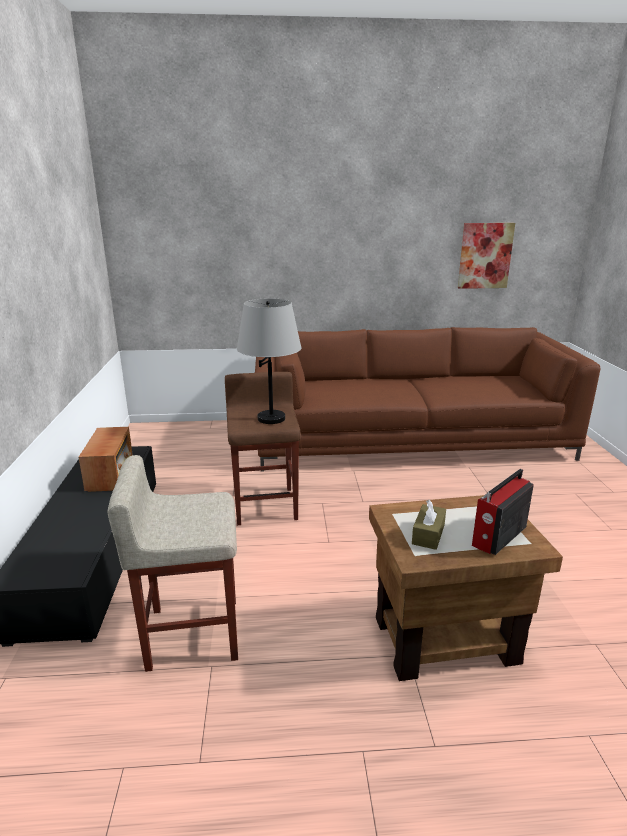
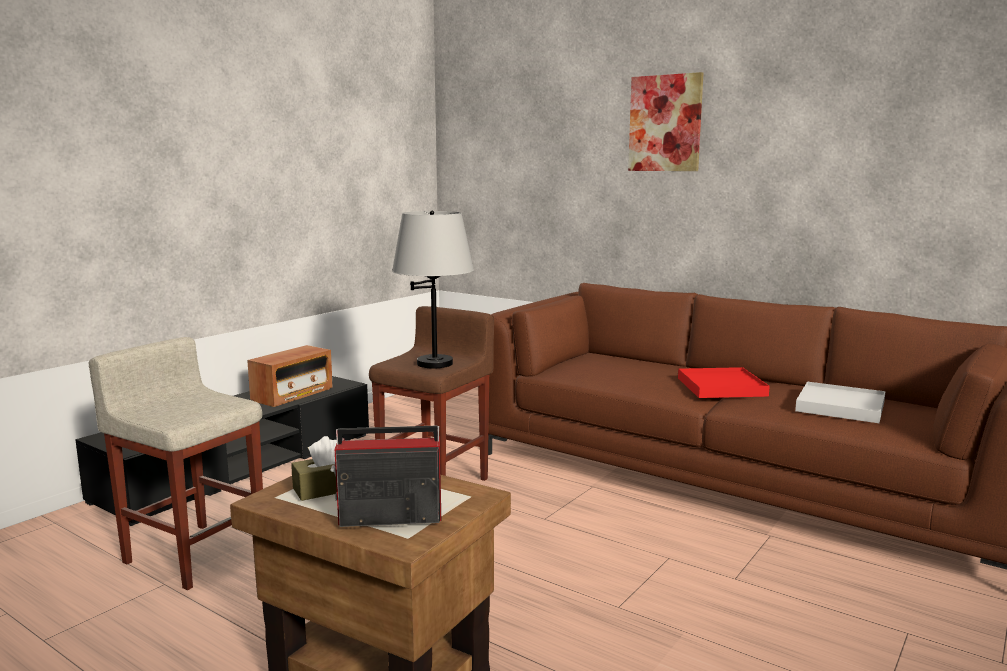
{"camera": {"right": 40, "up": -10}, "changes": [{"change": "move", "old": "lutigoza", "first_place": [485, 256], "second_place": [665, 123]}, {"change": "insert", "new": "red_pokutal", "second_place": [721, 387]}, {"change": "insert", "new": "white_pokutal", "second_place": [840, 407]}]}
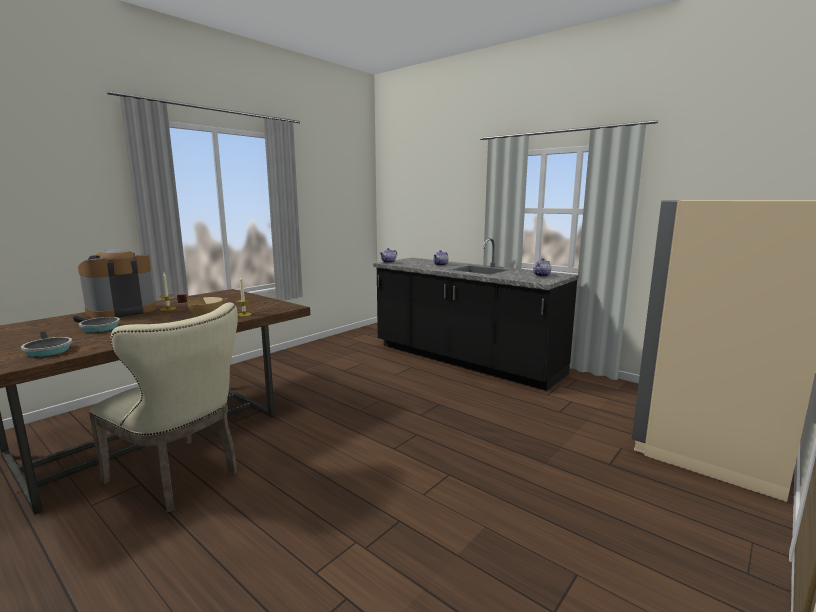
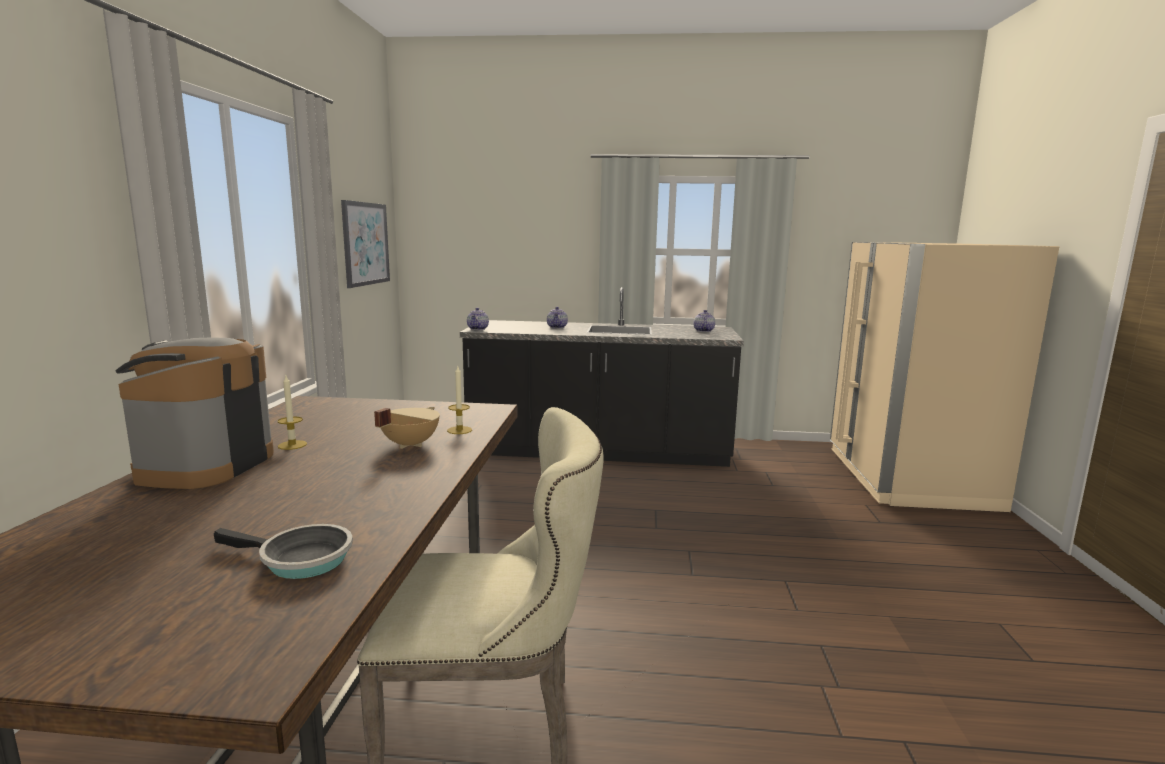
{"camera": {"right": -35, "up": 0}, "changes": [{"change": "delete", "old": "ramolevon", "first_place": [98, 328]}, {"change": "insert", "new": "lutigoza", "second_place": [365, 243]}]}
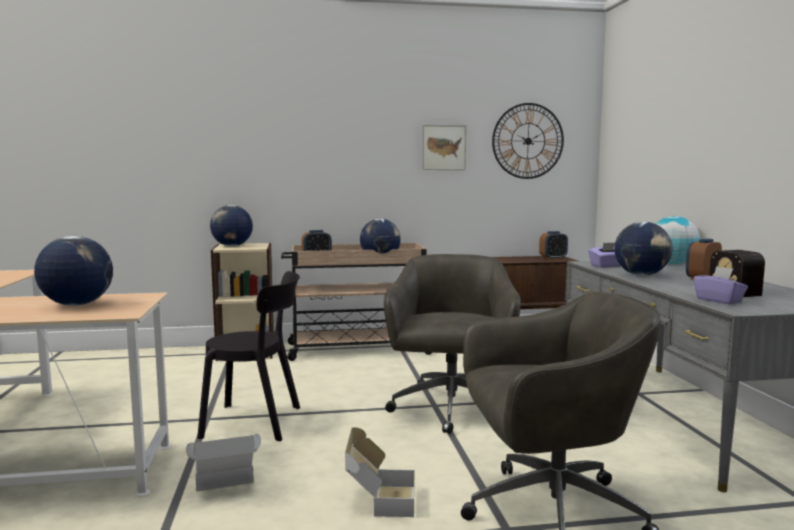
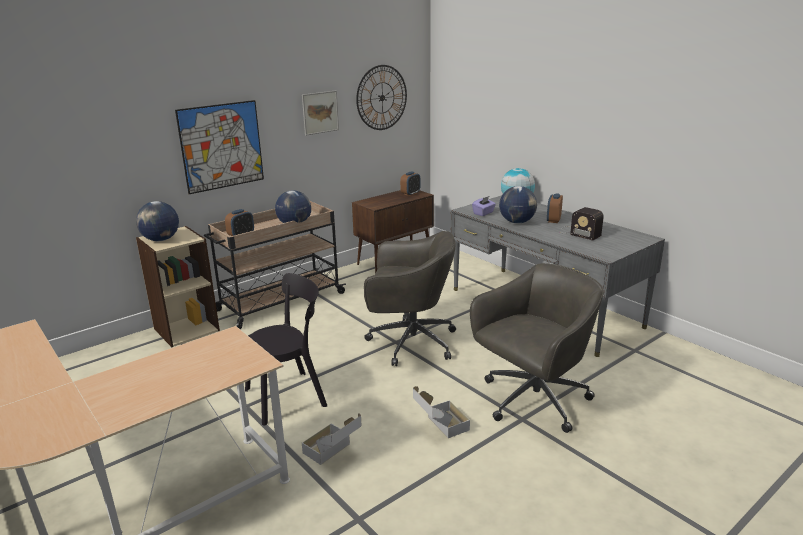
{"camera": {"right": -30, "up": 15}, "changes": [{"change": "delete", "old": "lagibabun", "first_place": [77, 304]}, {"change": "rotate", "old": "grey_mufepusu", "first_place": [451, 409], "second_place": [409, 342], "degrees": 120}, {"change": "delete", "old": "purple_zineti", "first_place": [719, 300]}, {"change": "insert", "new": "lutigoza", "second_place": [221, 146]}]}
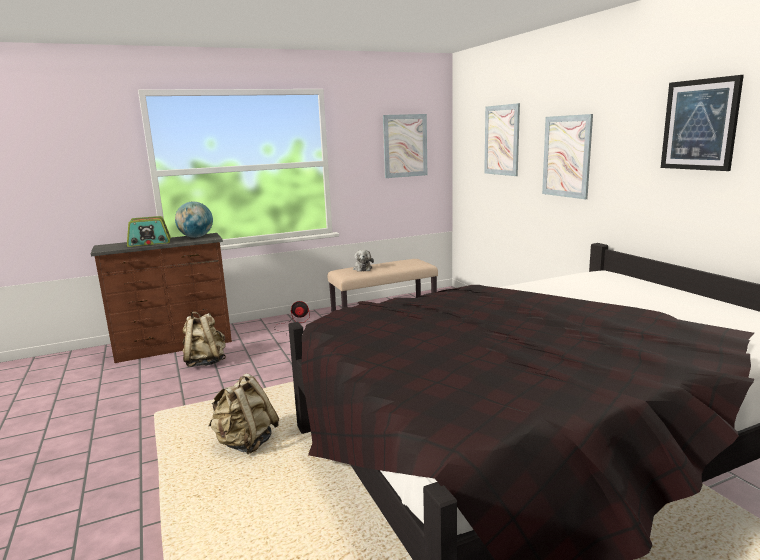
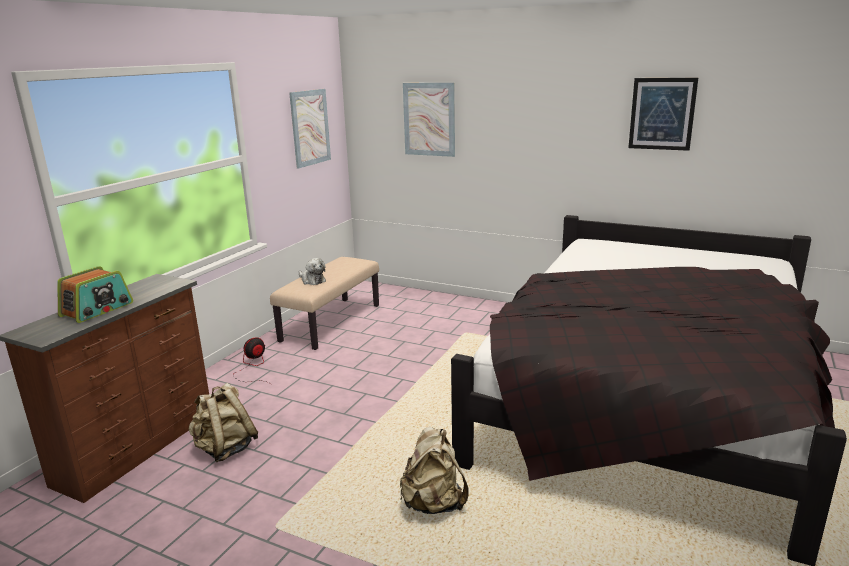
{"camera": {"right": -40, "up": 5}, "changes": [{"change": "delete", "old": "lagibabun", "first_place": [196, 237]}, {"change": "delete", "old": "lutigoza", "first_place": [566, 156]}]}
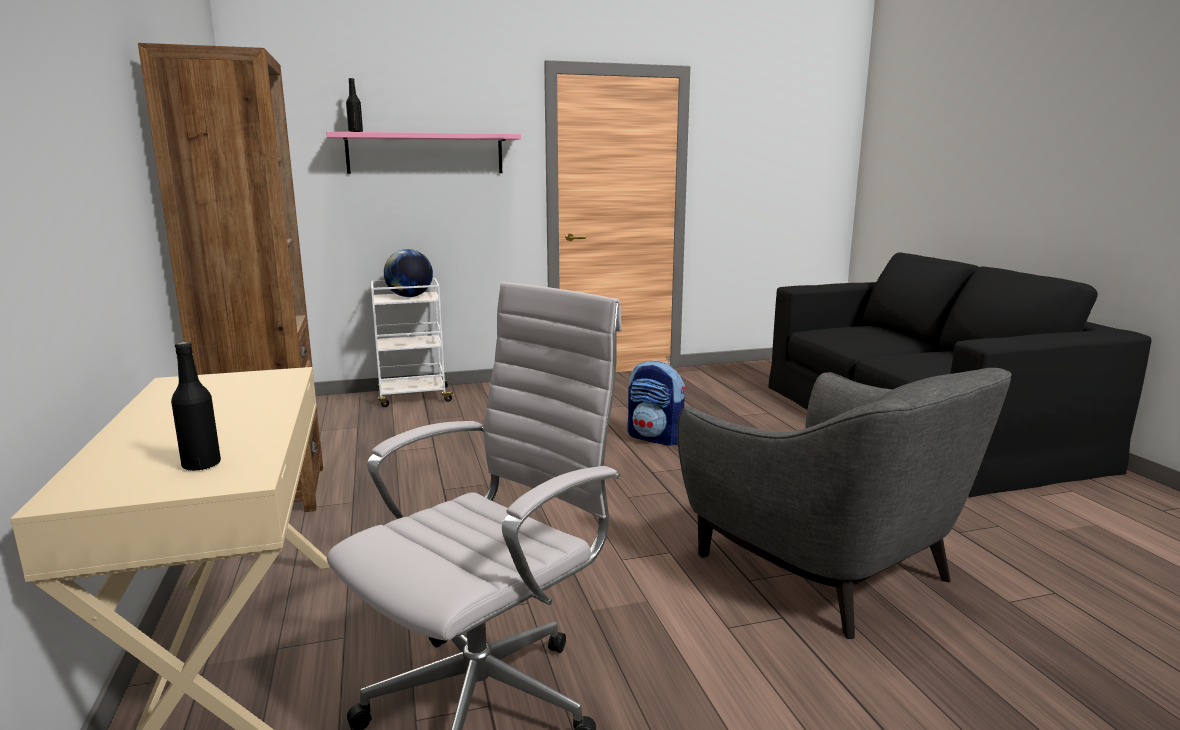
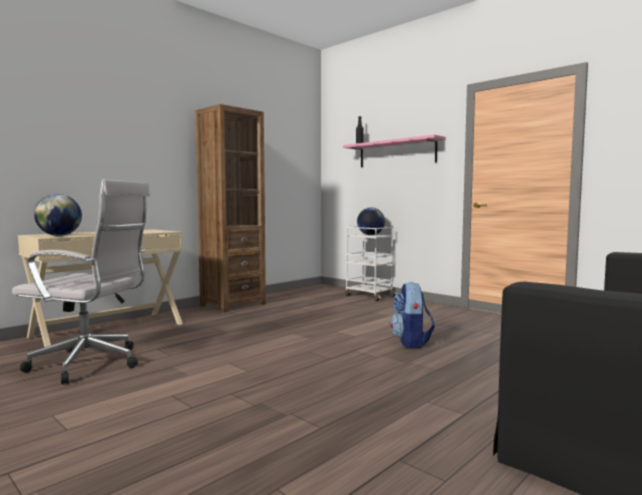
{"camera": {"right": 60, "up": -10}, "changes": [{"change": "replace", "old": "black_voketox", "new": "lagibabun", "first_place": [201, 465], "second_place": [59, 235]}, {"change": "delete", "old": "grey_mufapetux", "first_place": [825, 567]}]}
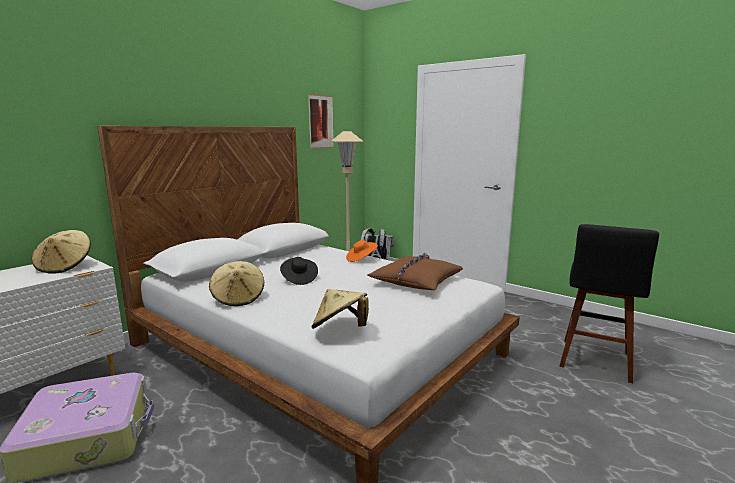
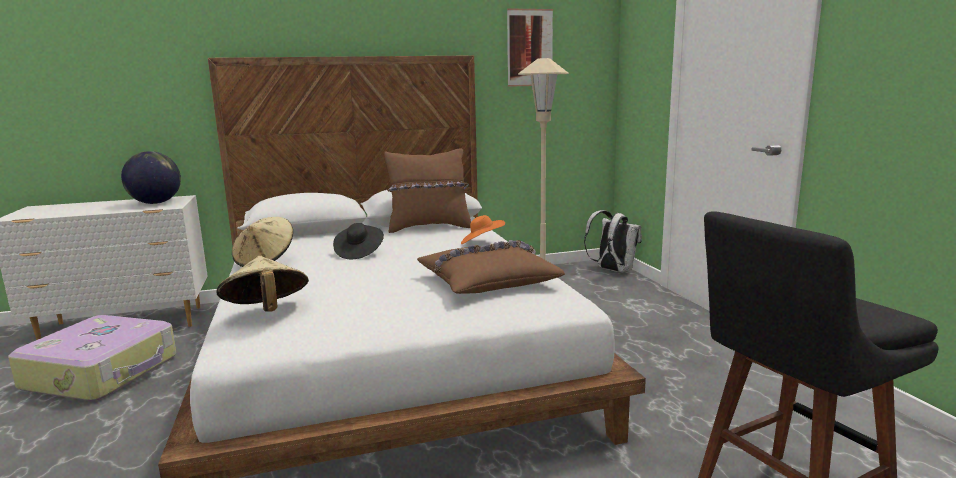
{"camera": {"right": 35, "up": 0}, "changes": [{"change": "replace", "old": "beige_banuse", "new": "lagibabun", "first_place": [65, 267], "second_place": [155, 203]}, {"change": "insert", "new": "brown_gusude", "second_place": [429, 227]}]}
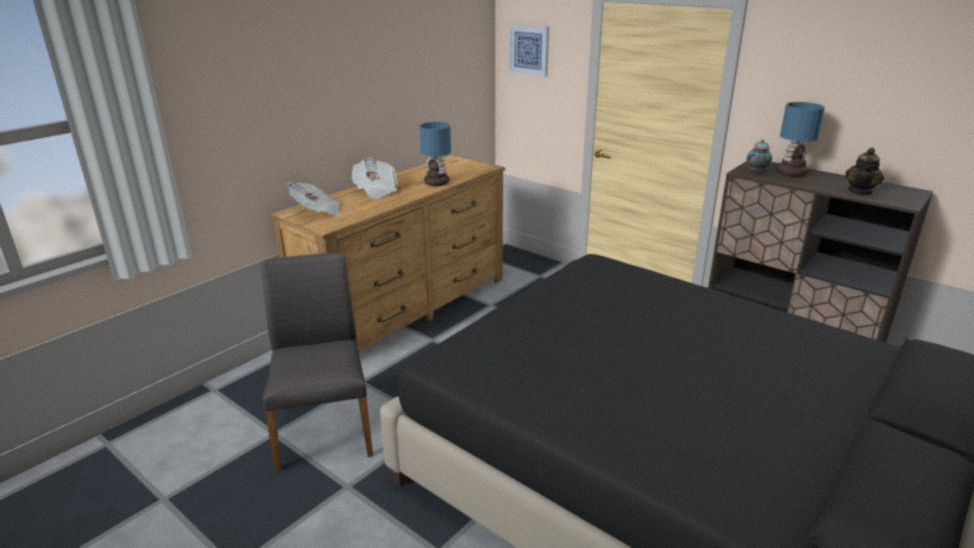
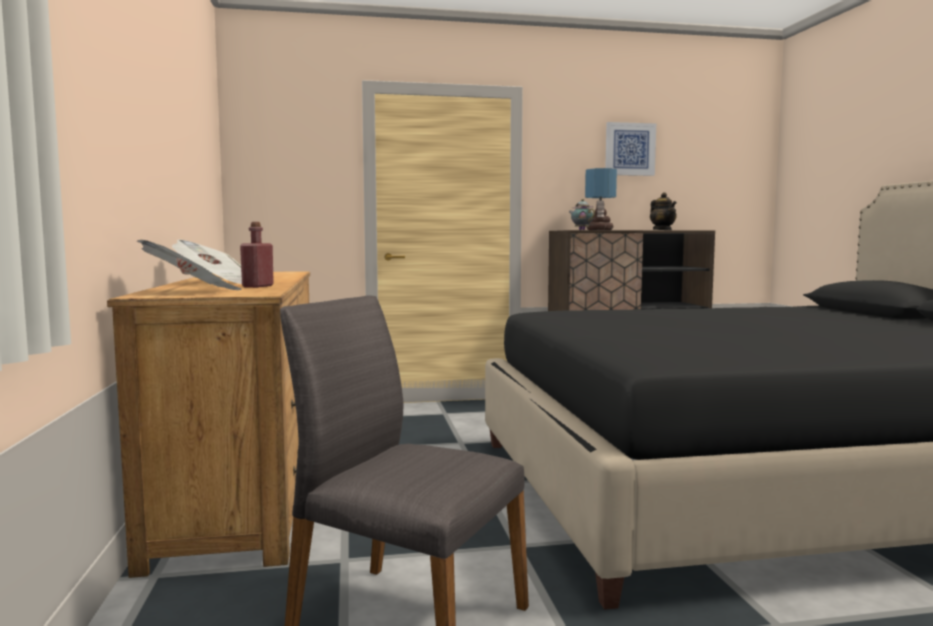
{"camera": {"right": -50, "up": -20}, "changes": [{"change": "delete", "old": "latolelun", "first_place": [437, 183]}, {"change": "move", "old": "lutigoza", "first_place": [529, 50], "second_place": [630, 149]}, {"change": "insert", "new": "red_voketox", "second_place": [258, 286]}]}
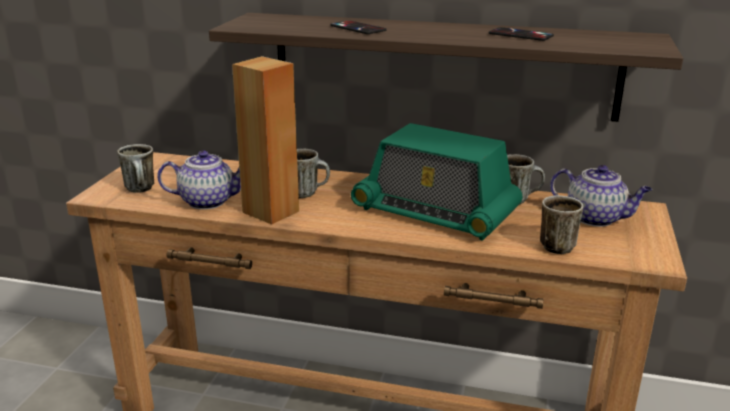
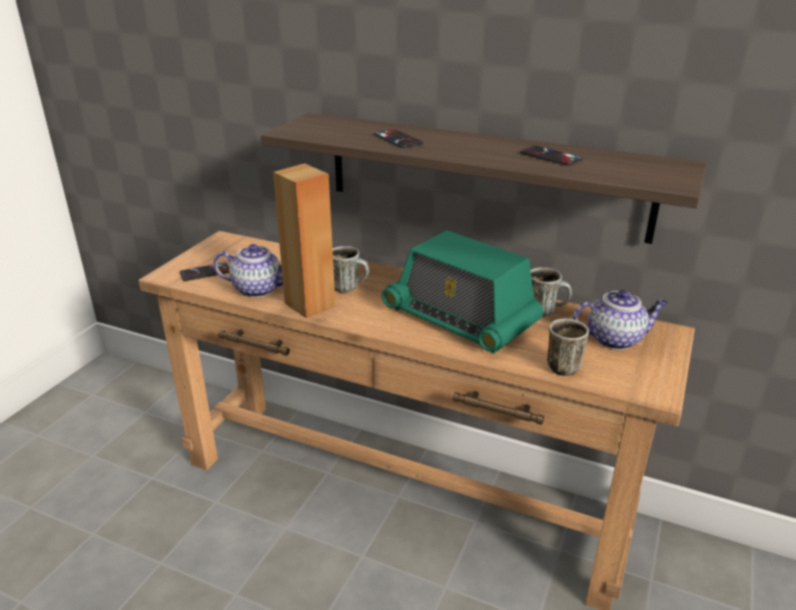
{"camera": {"right": 10, "up": 5}, "changes": [{"change": "replace", "old": "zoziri", "new": "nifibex", "first_place": [142, 190], "second_place": [205, 272]}, {"change": "rotate", "old": "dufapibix", "first_place": [596, 218], "second_place": [615, 339], "degrees": -45}]}
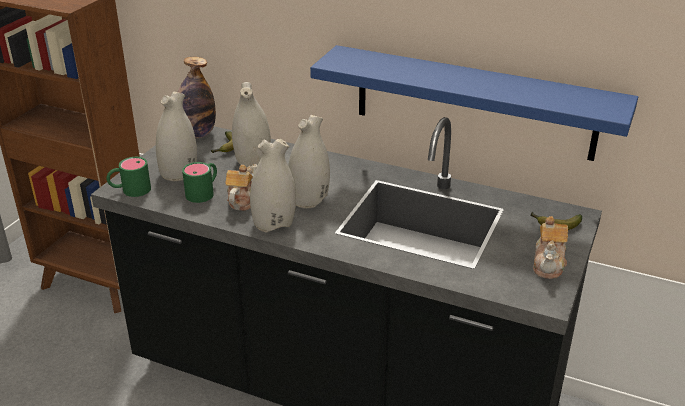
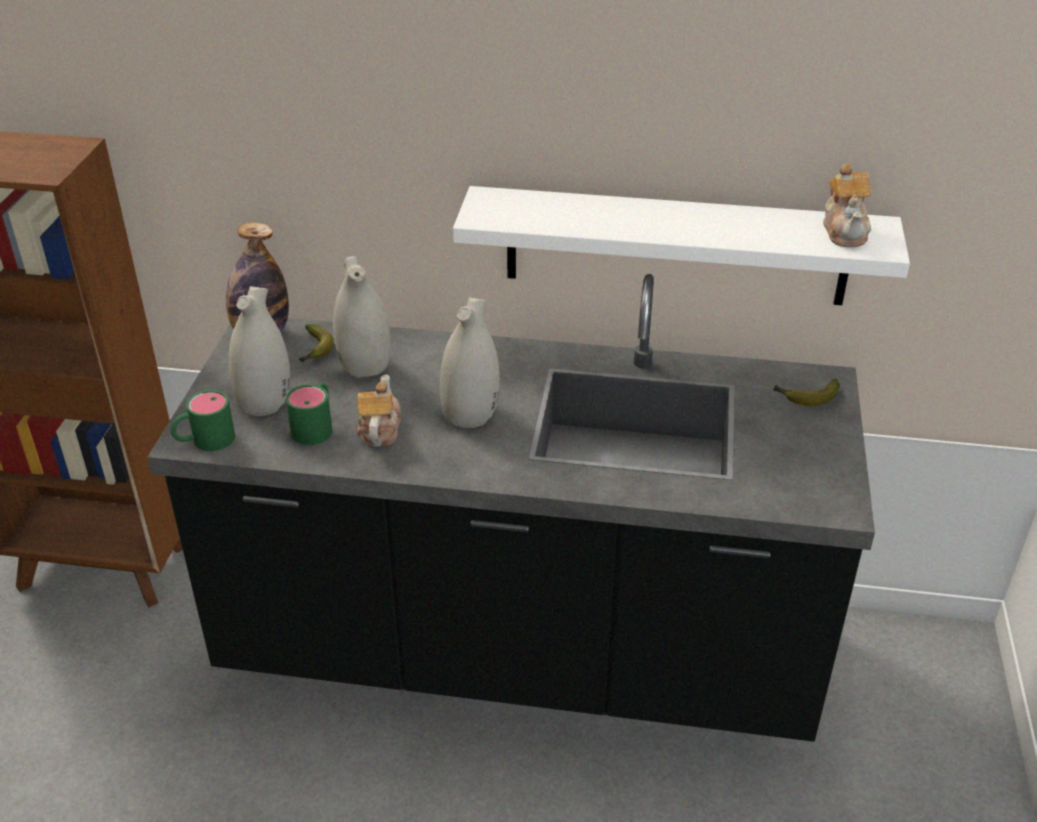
{"camera": {"right": -15, "up": 5}, "changes": [{"change": "delete", "old": "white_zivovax", "first_place": [274, 223]}, {"change": "recolor", "old": "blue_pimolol", "new": "white_pimolol", "first_place": [474, 103], "second_place": [676, 246]}, {"change": "move", "old": "dufapibix", "first_place": [549, 264], "second_place": [845, 231]}]}
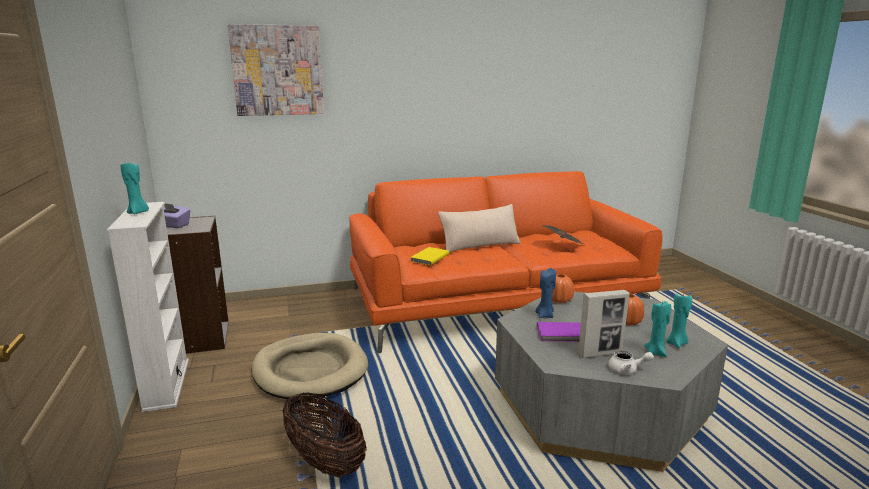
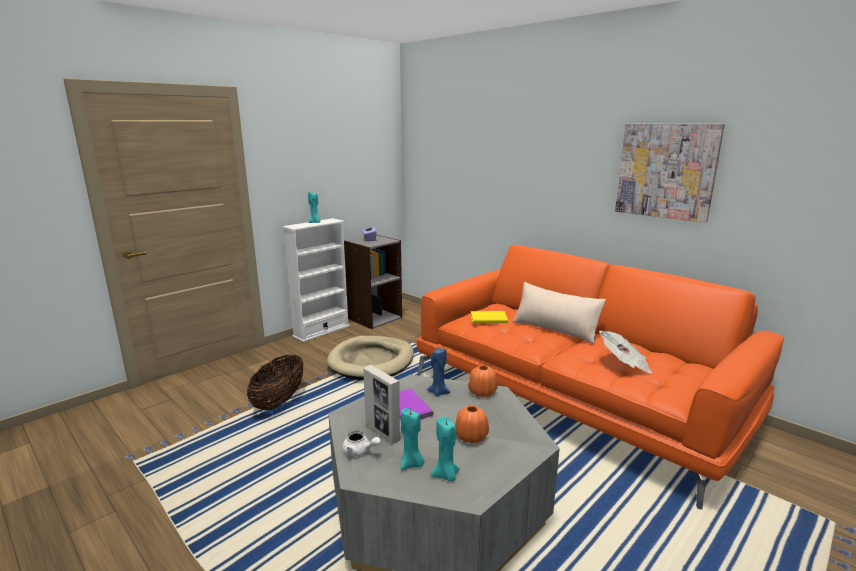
{"camera": {"right": 60, "up": 0}, "changes": [{"change": "move", "old": "lutigoza", "first_place": [277, 70], "second_place": [666, 171]}, {"change": "rotate", "old": "white_dufapibix", "first_place": [627, 370], "second_place": [360, 451], "degrees": -45}]}
